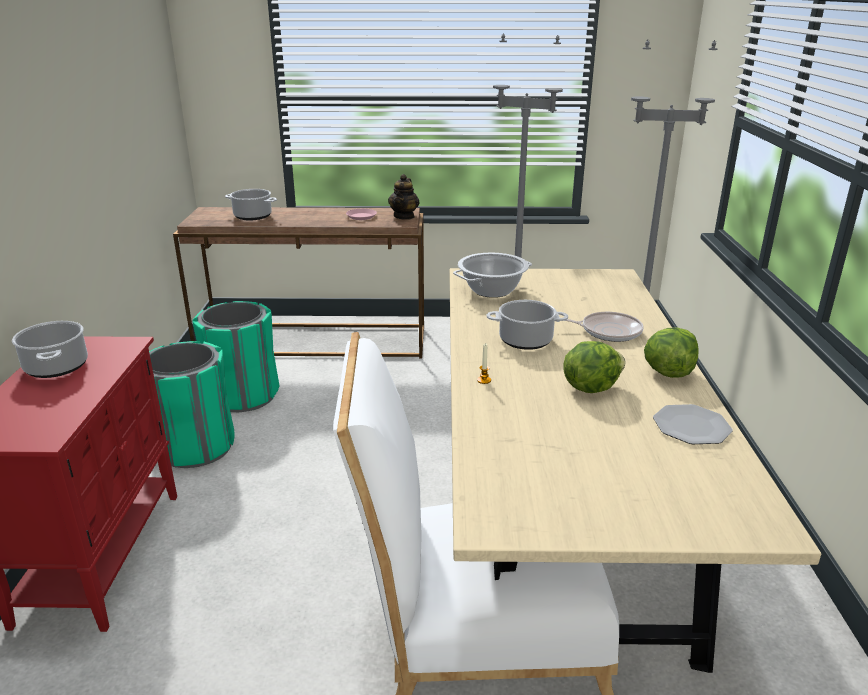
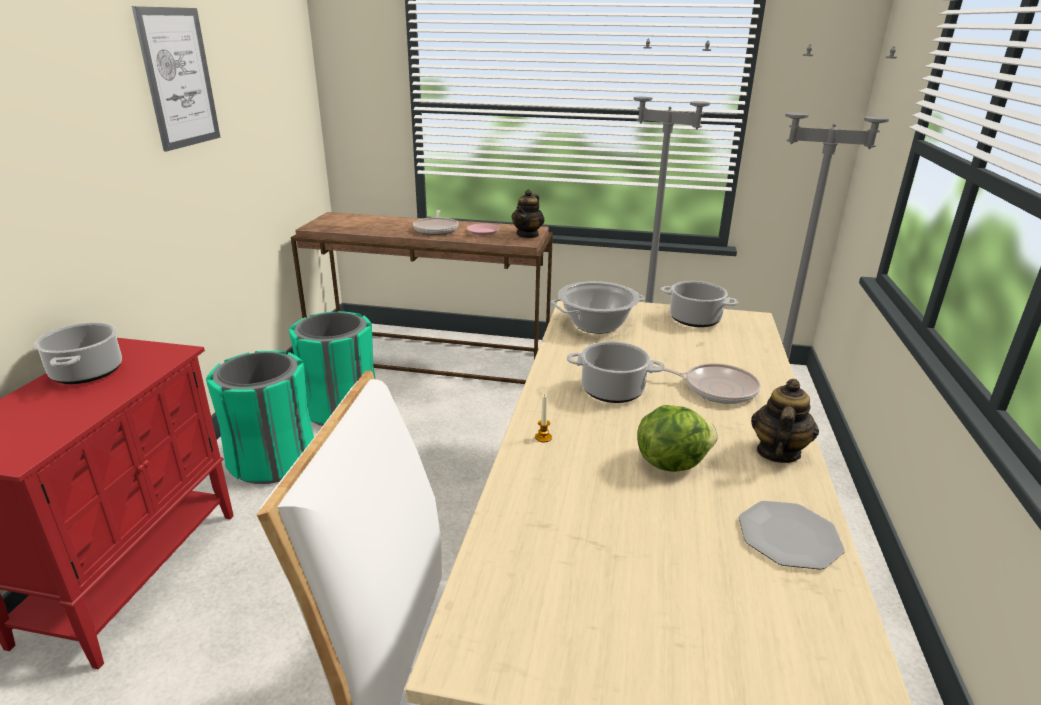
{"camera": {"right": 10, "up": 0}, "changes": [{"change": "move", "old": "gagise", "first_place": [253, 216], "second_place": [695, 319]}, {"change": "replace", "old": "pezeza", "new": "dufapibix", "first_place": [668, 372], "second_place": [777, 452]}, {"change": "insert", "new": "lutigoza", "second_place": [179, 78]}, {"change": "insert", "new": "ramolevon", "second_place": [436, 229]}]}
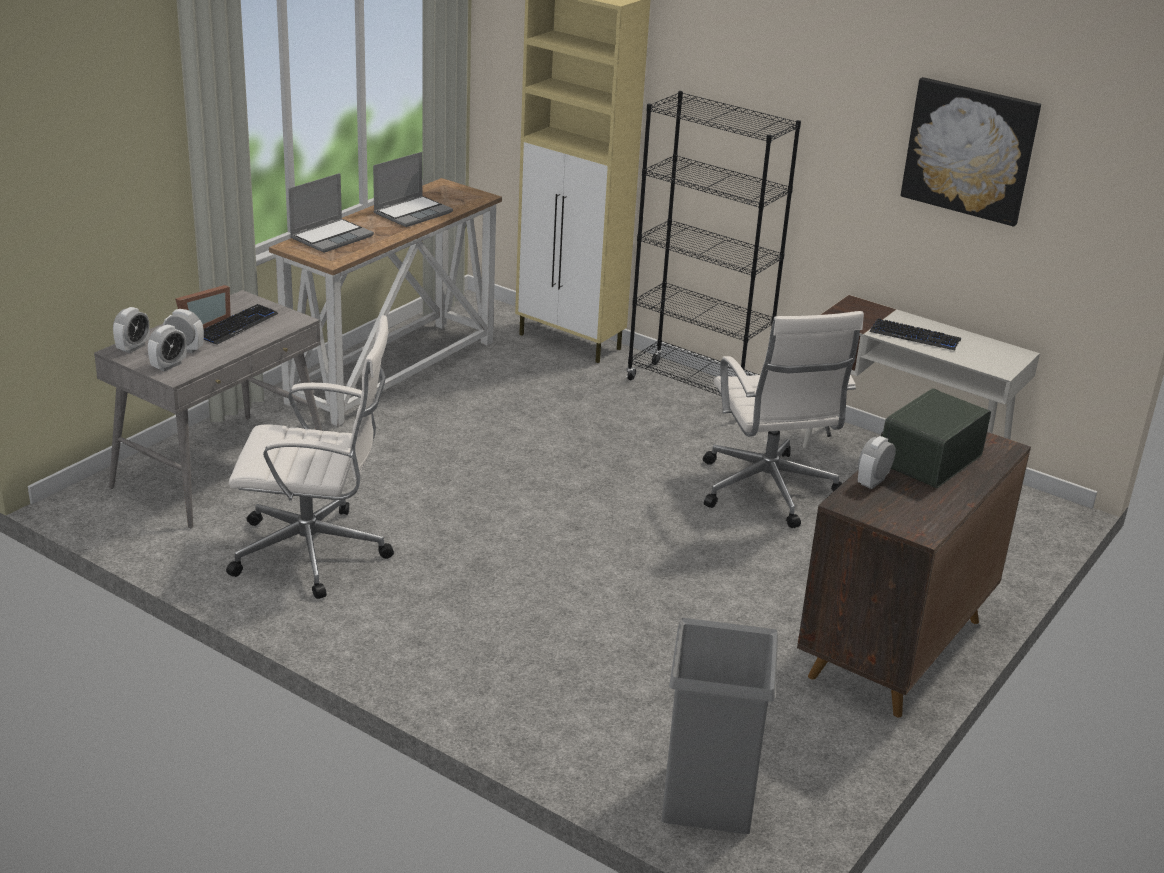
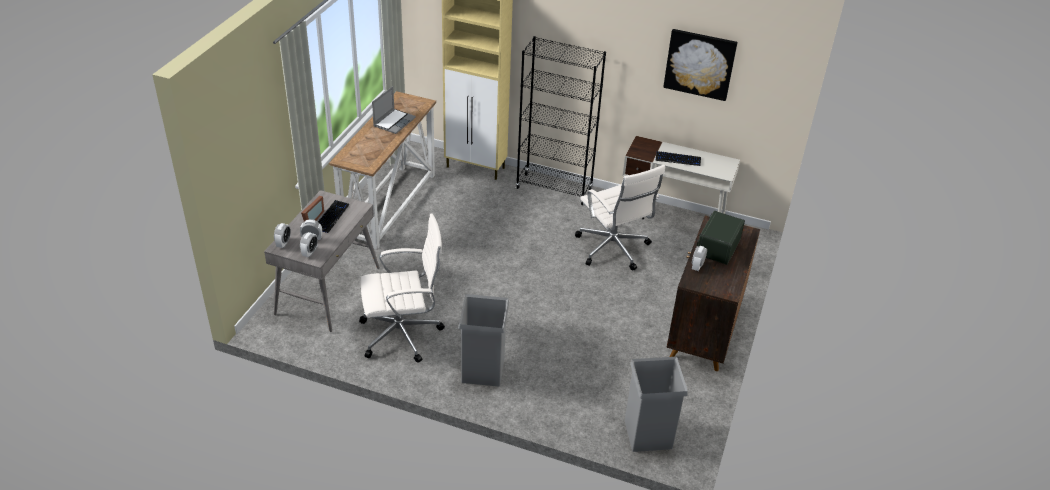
{"camera": {"right": -15, "up": 10}, "changes": [{"change": "delete", "old": "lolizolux", "first_place": [331, 237]}, {"change": "insert", "new": "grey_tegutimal", "second_place": [482, 370]}]}
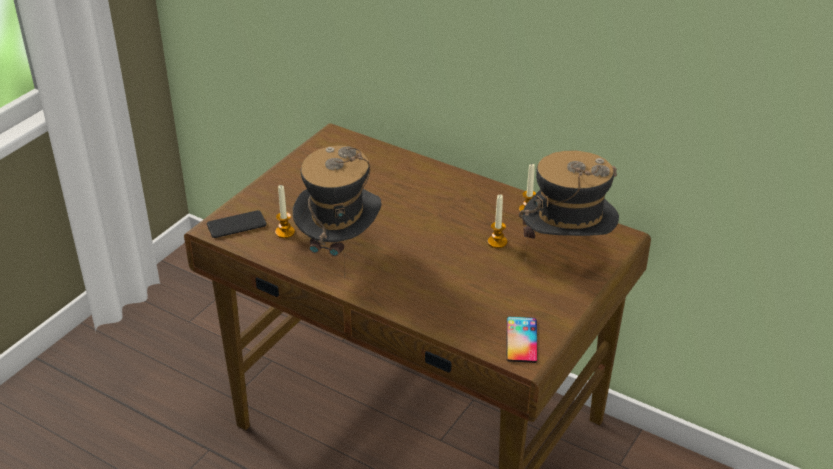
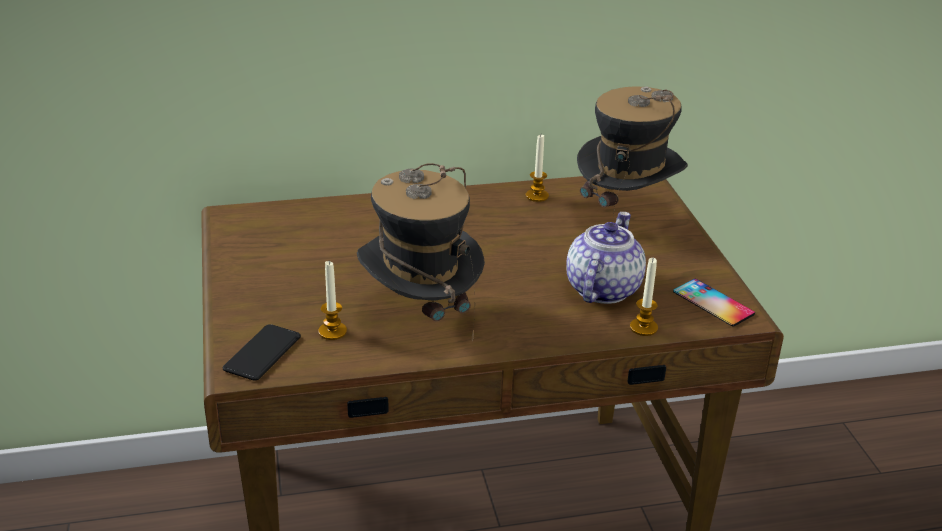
{"camera": {"right": -45, "up": -5}, "changes": [{"change": "move", "old": "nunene", "first_place": [497, 242], "second_place": [643, 328]}, {"change": "insert", "new": "dufapibix", "second_place": [602, 288]}]}
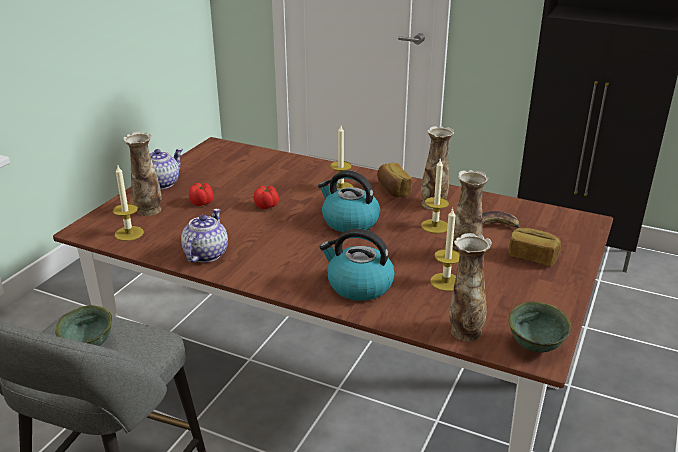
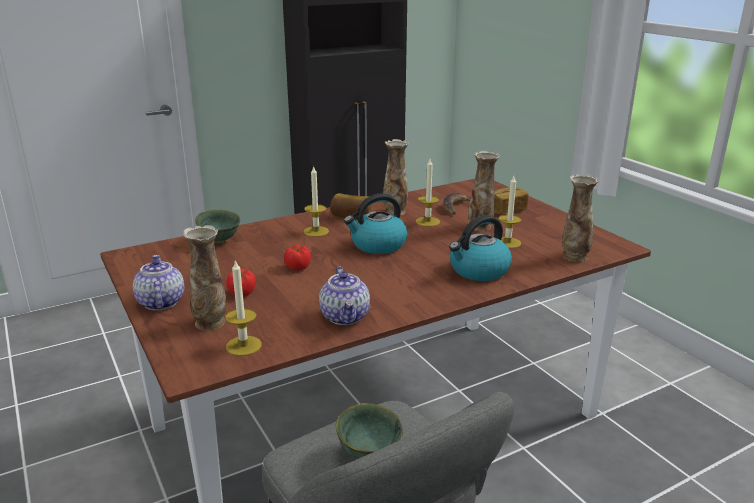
{"camera": {"right": -55, "up": -5}, "changes": [{"change": "rotate", "old": "dufapibix", "first_place": [205, 254], "second_place": [345, 317], "degrees": -150}, {"change": "move", "old": "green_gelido", "first_place": [536, 347], "second_place": [220, 240]}]}
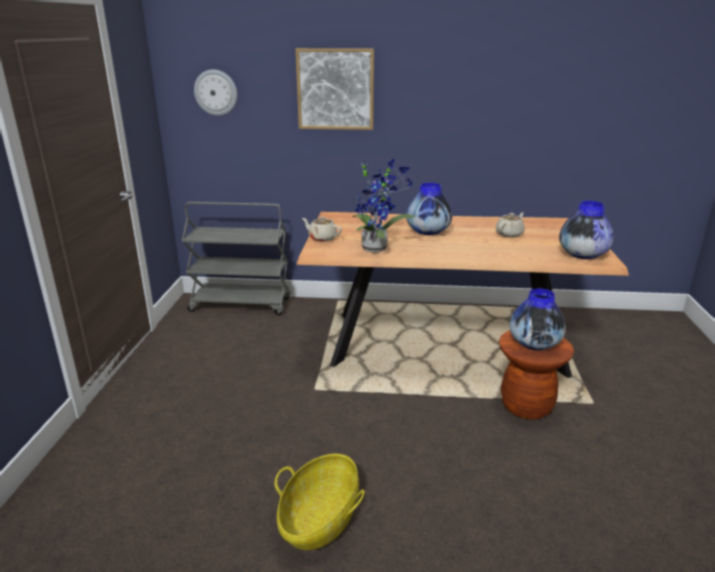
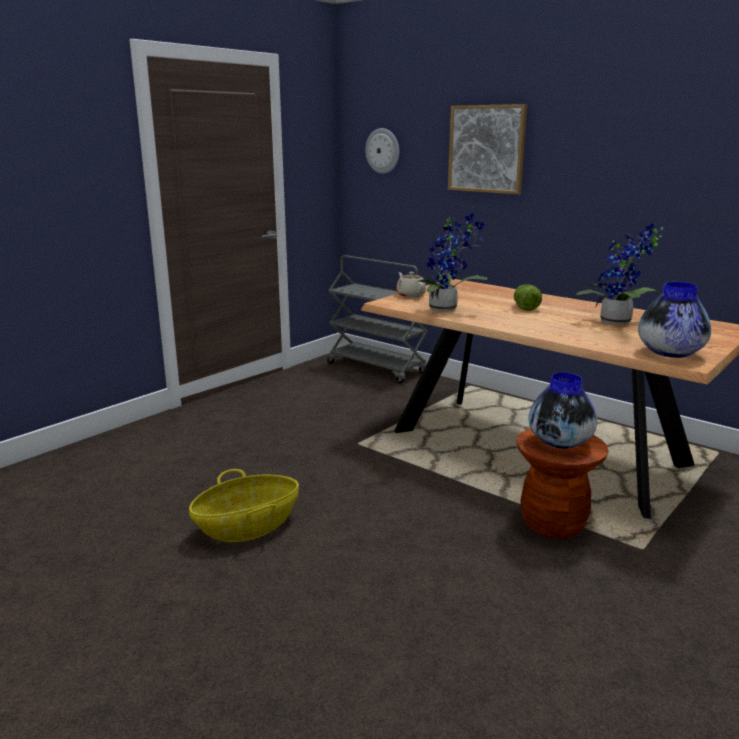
{"camera": {"right": 35, "up": -5}, "changes": [{"change": "replace", "old": "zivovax", "new": "pezeza", "first_place": [428, 232], "second_place": [525, 307]}, {"change": "replace", "old": "beige_dufapibix", "new": "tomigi", "first_place": [509, 234], "second_place": [618, 323]}]}
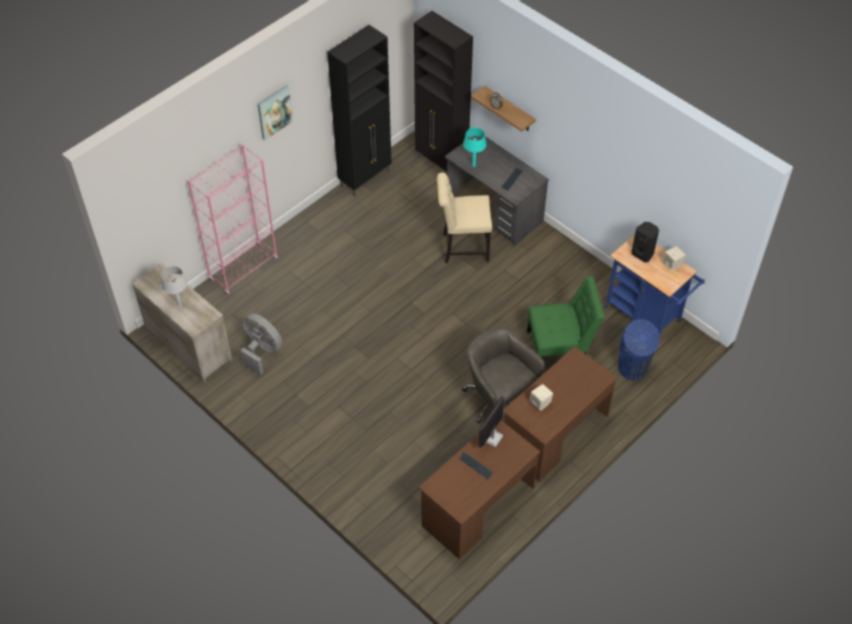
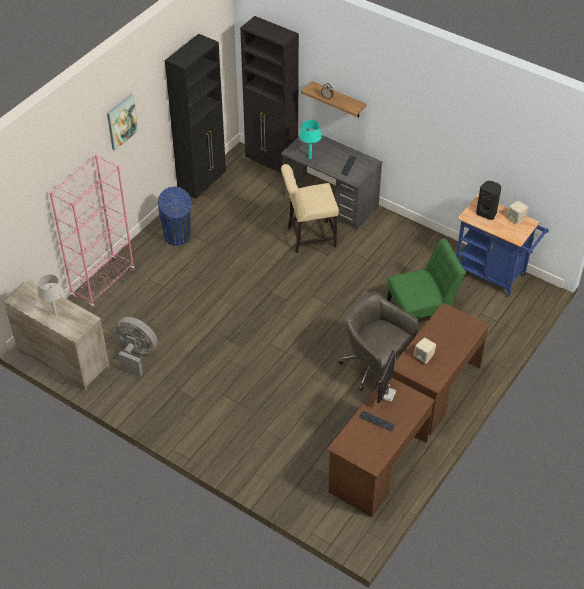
{"camera": {"right": -10, "up": -5}, "changes": [{"change": "move", "old": "blue_tegutimal", "first_place": [633, 369], "second_place": [177, 237]}]}
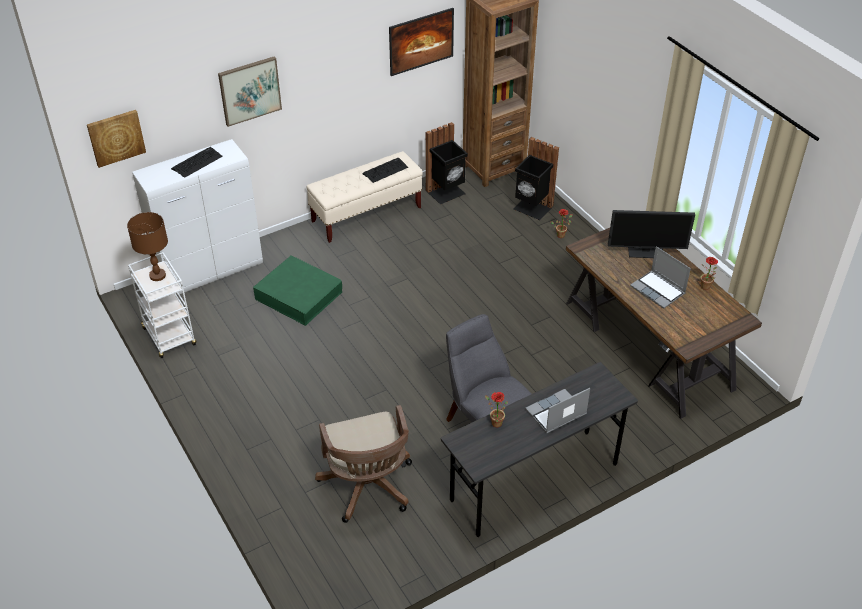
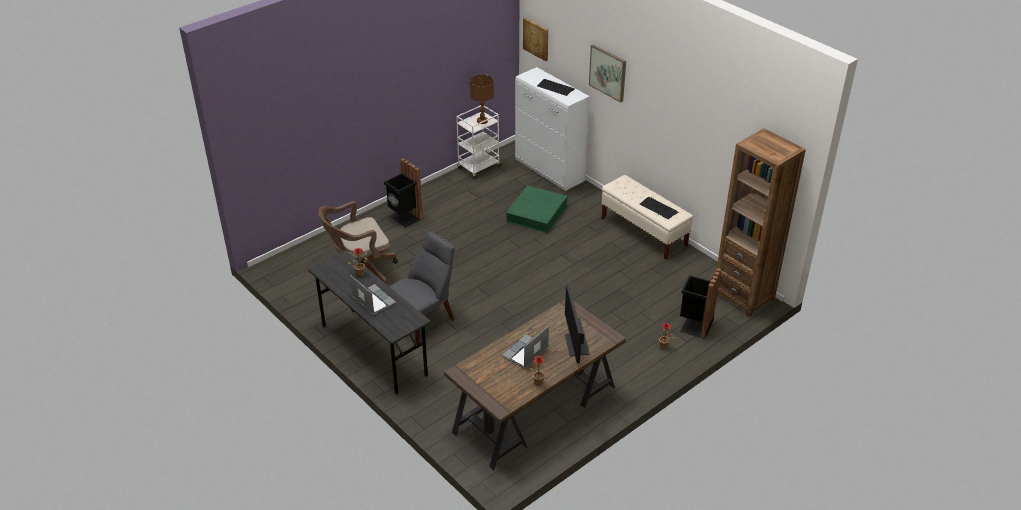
{"camera": {"right": 80, "up": -5}, "changes": [{"change": "delete", "old": "lutigoza", "first_place": [421, 53]}, {"change": "move", "old": "black_tegutimal", "first_place": [446, 193], "second_place": [405, 218]}]}
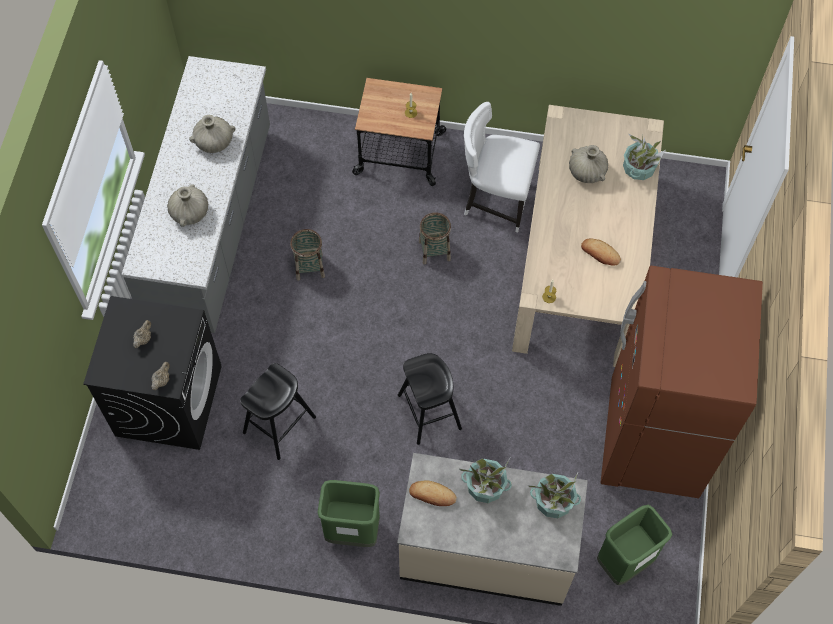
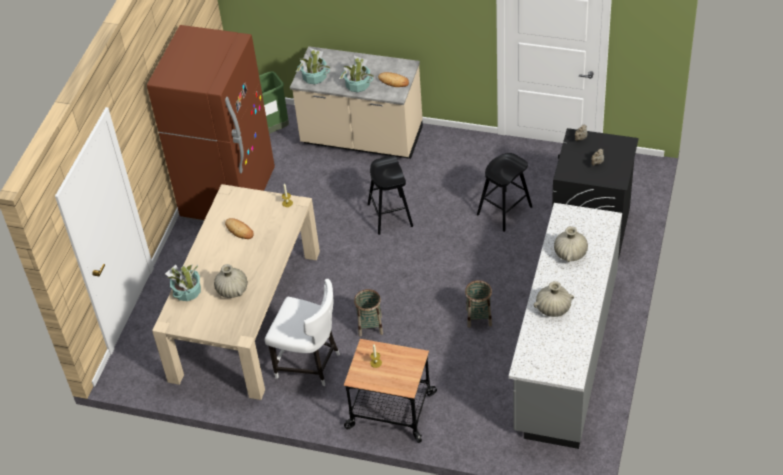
{"camera": {"right": -170, "up": -15}, "changes": [{"change": "delete", "old": "green_tegutimal", "first_place": [352, 531]}]}
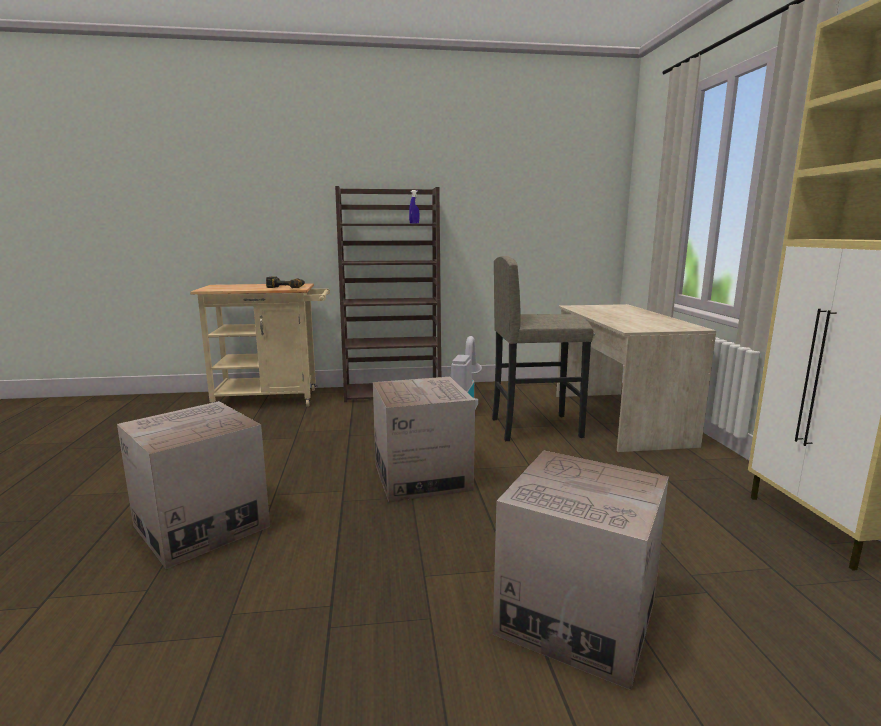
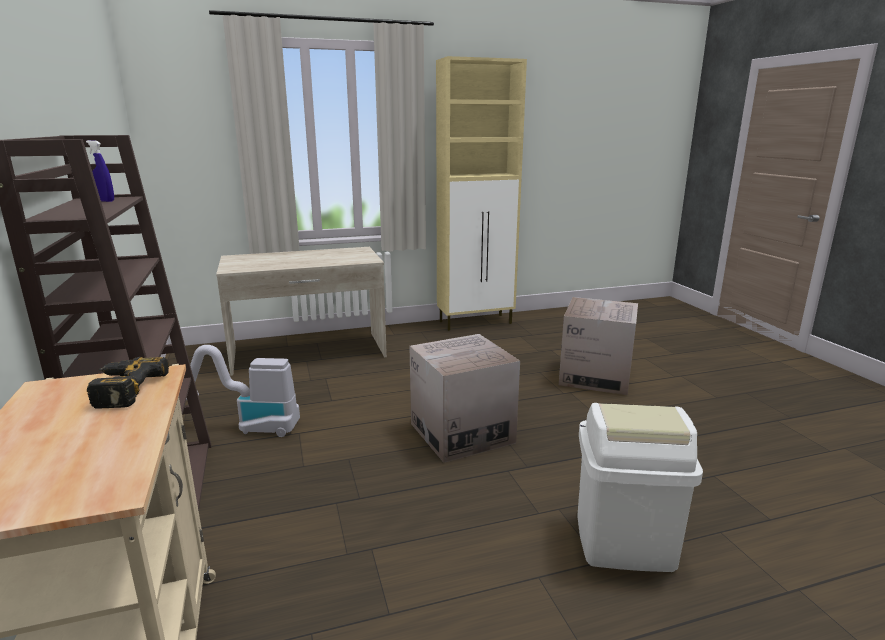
{"camera": {"right": -100, "up": 5}, "changes": [{"change": "replace", "old": "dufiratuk", "new": "white_tegutimal", "first_place": [201, 526], "second_place": [624, 542]}, {"change": "delete", "old": "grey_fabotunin", "first_place": [535, 427]}]}
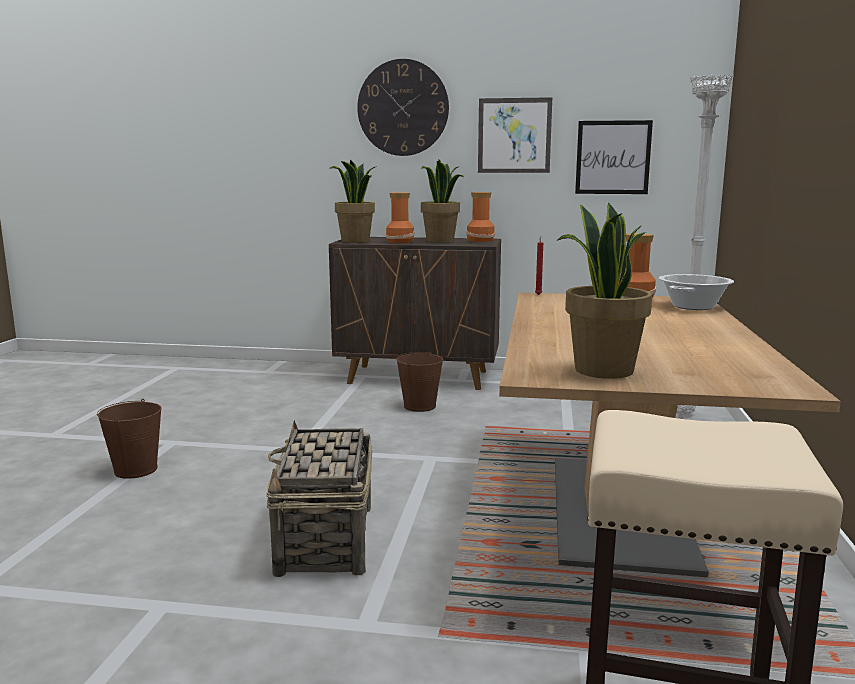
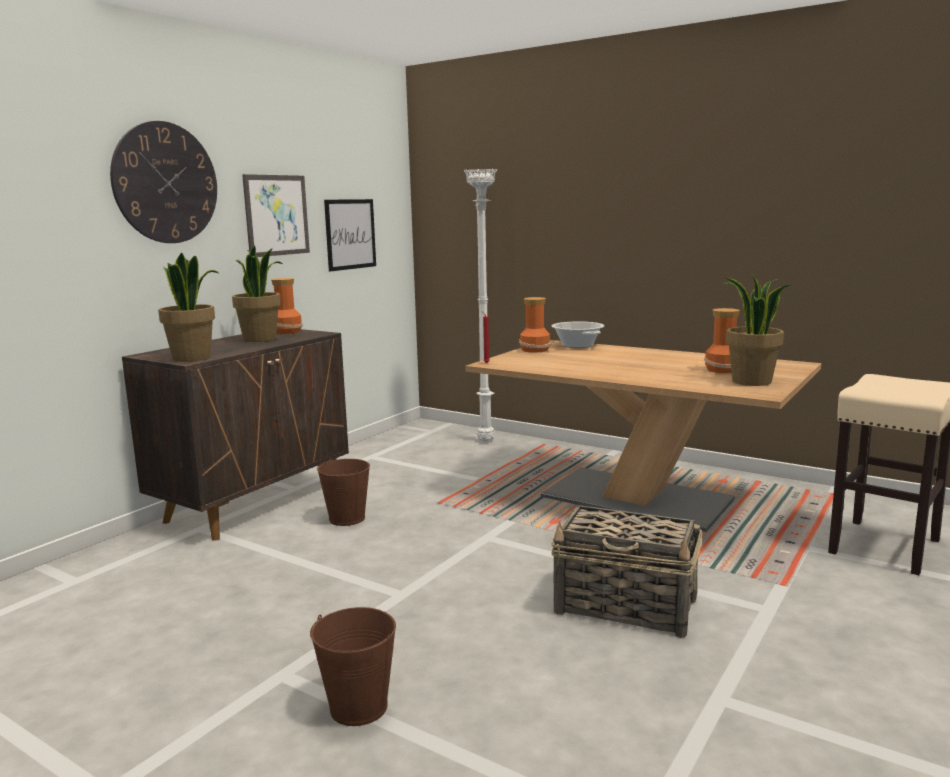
{"camera": {"right": -65, "up": 0}, "changes": [{"change": "move", "old": "zivovax", "first_place": [400, 242], "second_place": [722, 369]}]}
